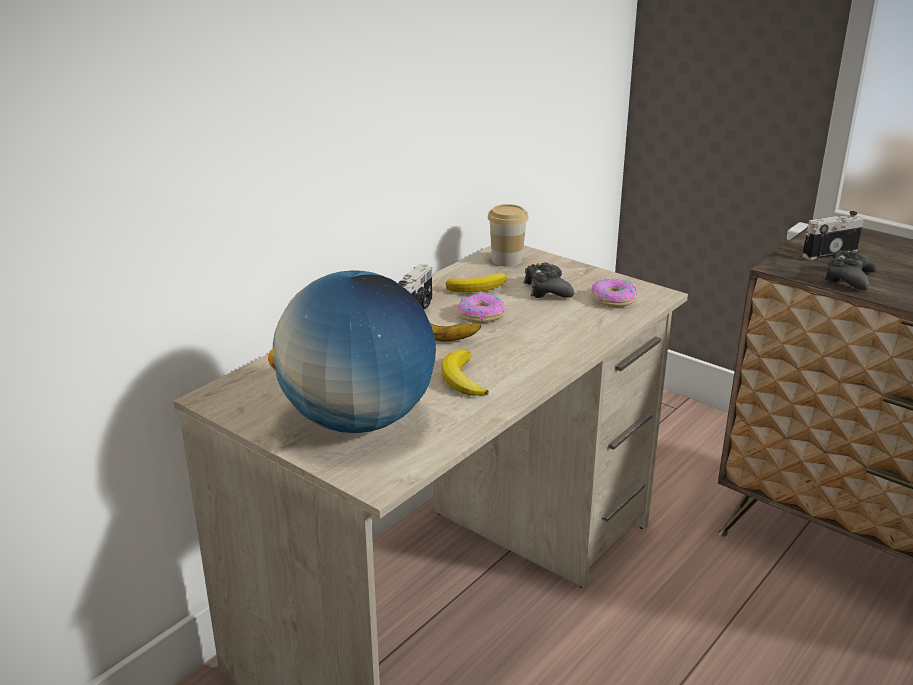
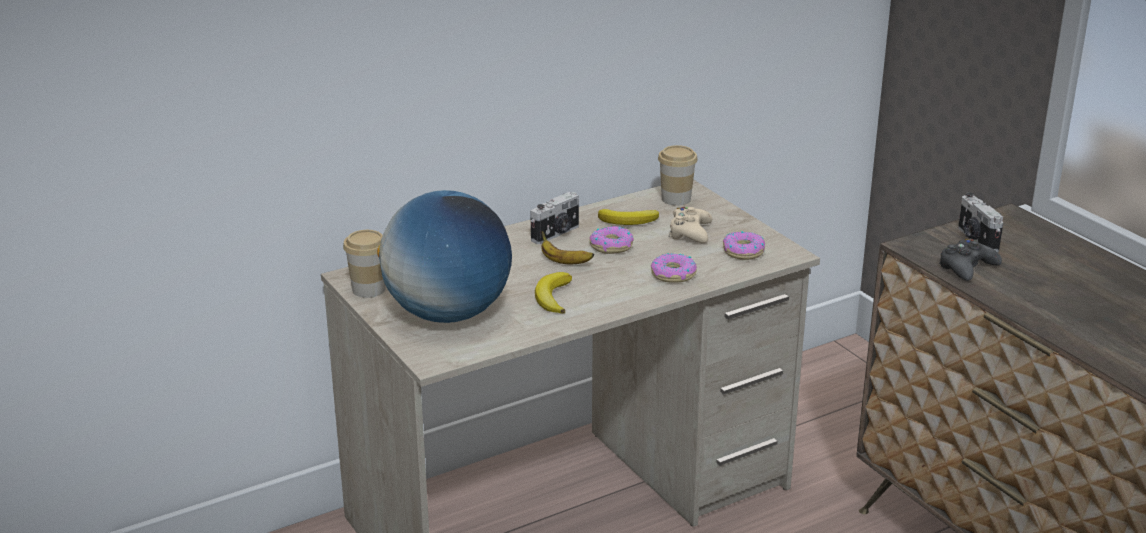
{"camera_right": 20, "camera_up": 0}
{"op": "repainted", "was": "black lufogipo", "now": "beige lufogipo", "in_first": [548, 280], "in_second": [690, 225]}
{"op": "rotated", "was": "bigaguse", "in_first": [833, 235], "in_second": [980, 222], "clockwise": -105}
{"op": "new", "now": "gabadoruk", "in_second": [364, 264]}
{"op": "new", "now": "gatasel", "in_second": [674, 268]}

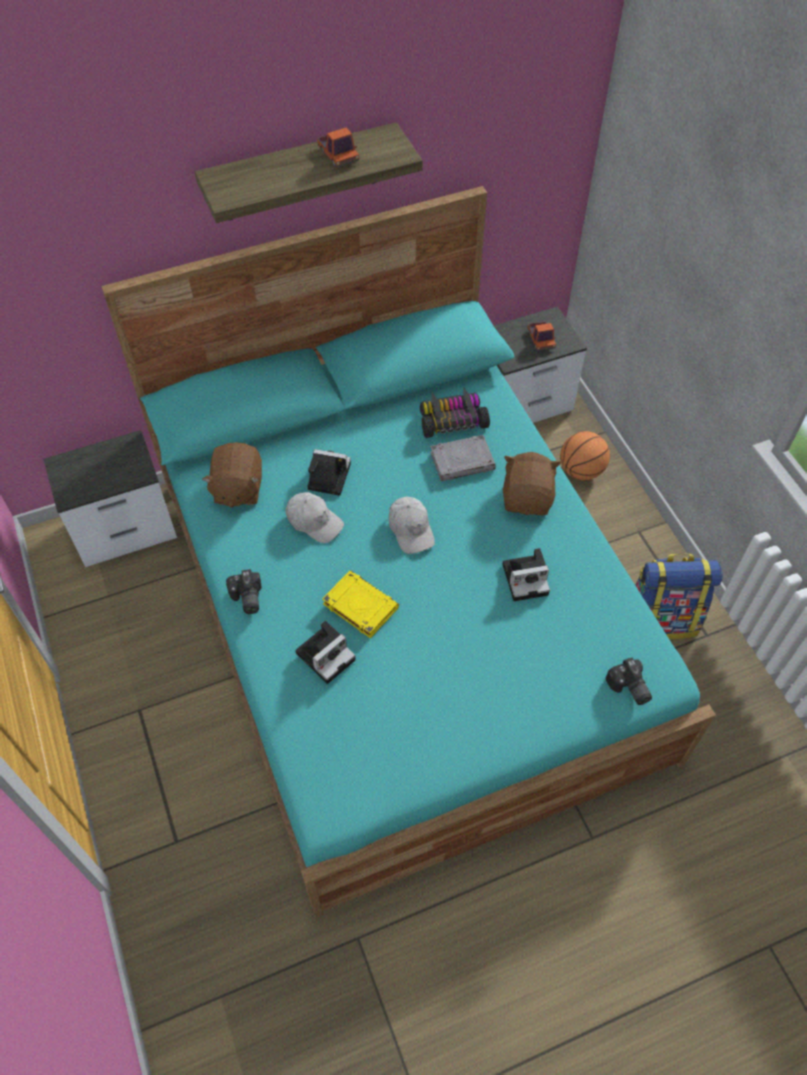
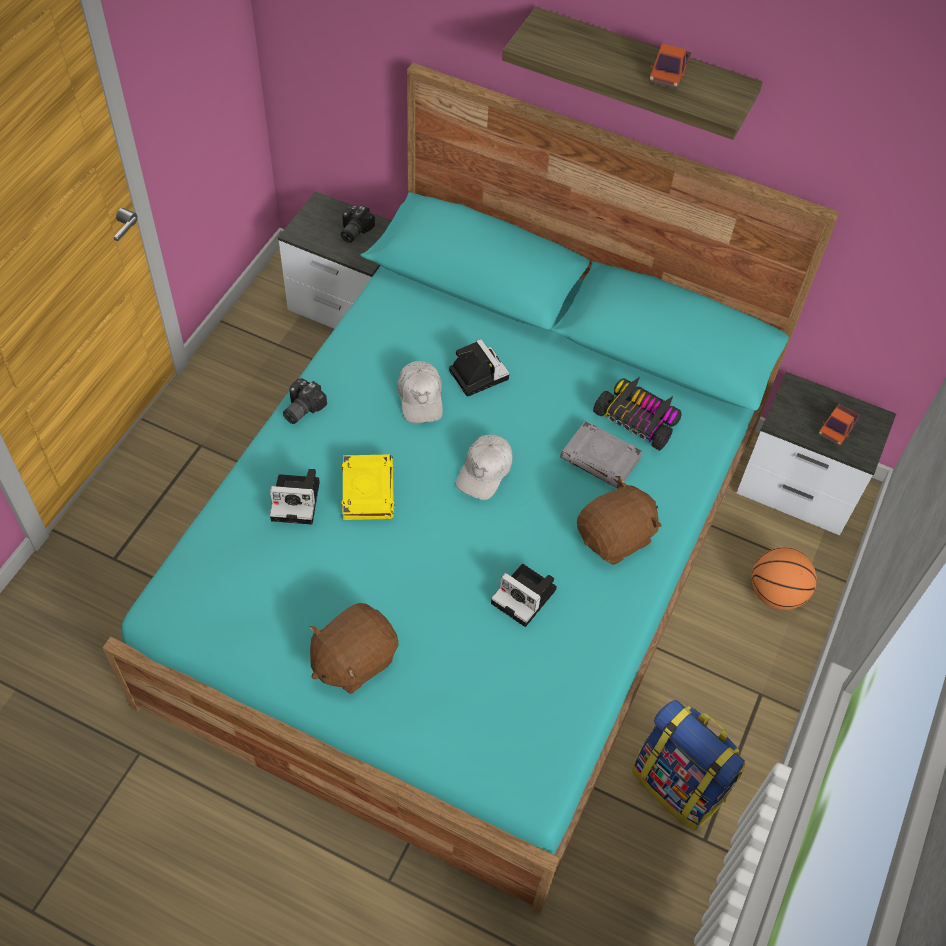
{"camera_right": 45, "camera_up": 0}
{"op": "shifted", "was": "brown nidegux", "in_first": [232, 475], "in_second": [354, 648]}
{"op": "shifted", "was": "bigaguse", "in_first": [629, 681], "in_second": [358, 224]}

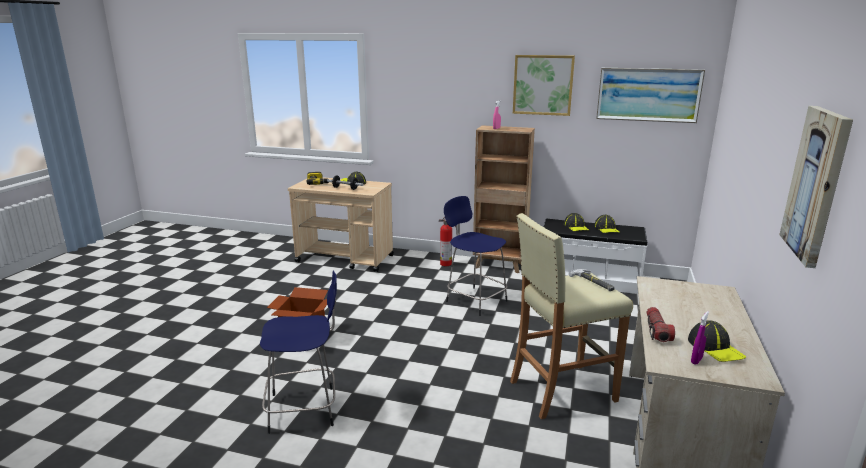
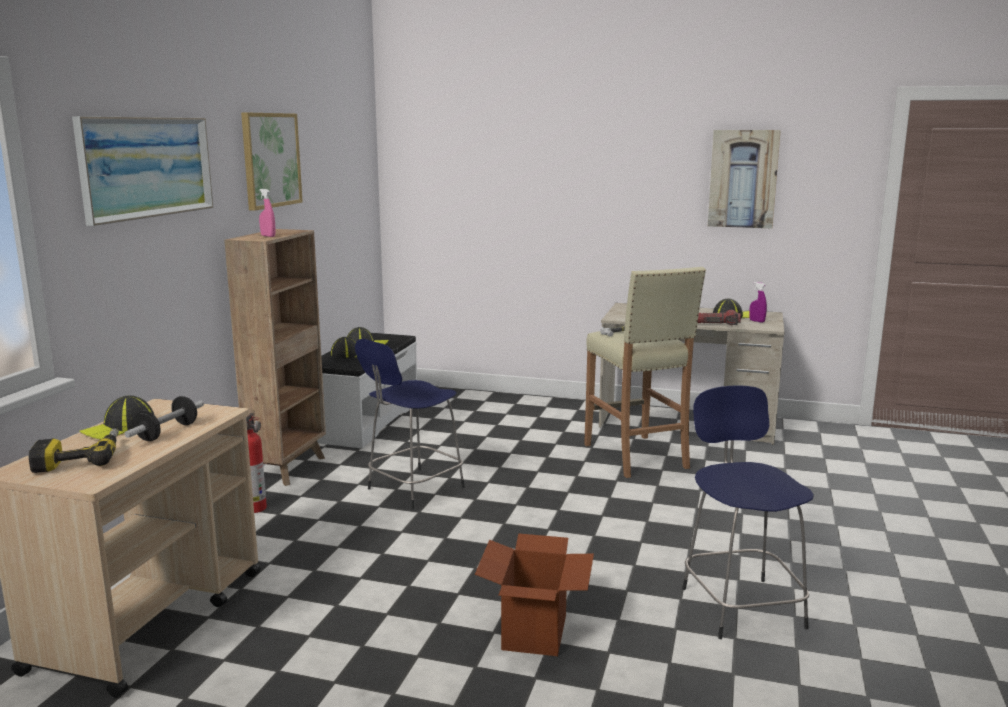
{"camera_right": -90, "camera_up": -5}
{"op": "shifted", "was": "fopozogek", "in_first": [650, 95], "in_second": [143, 171]}

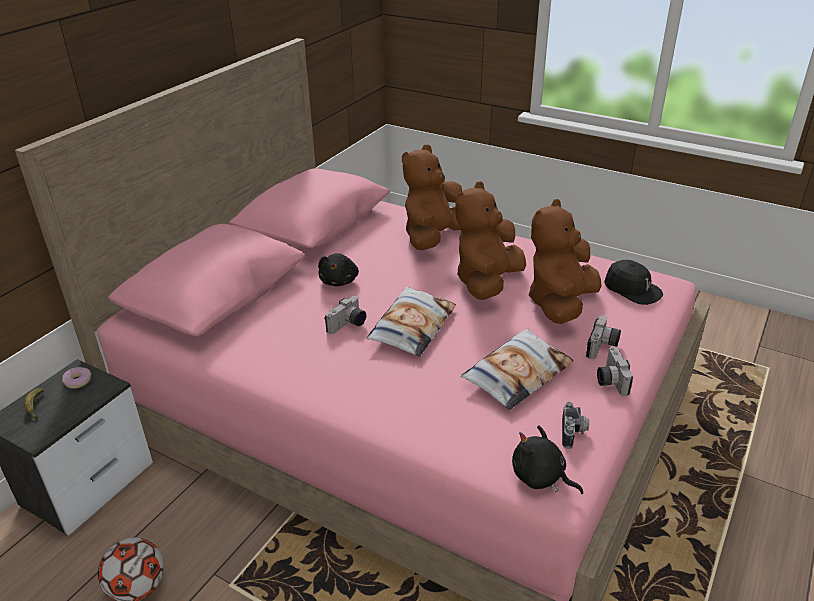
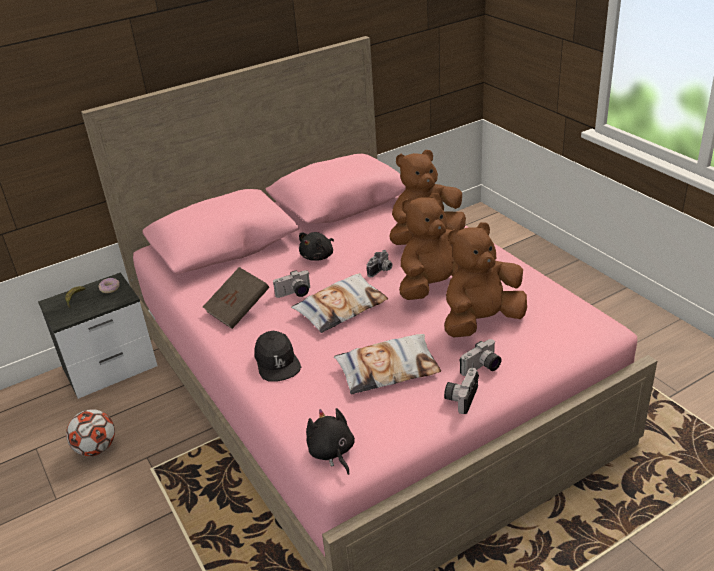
{"camera_right": 30, "camera_up": 0}
{"op": "shifted", "was": "bigaguse", "in_first": [575, 425], "in_second": [379, 263]}
{"op": "shifted", "was": "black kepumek", "in_first": [633, 282], "in_second": [277, 356]}
{"op": "new", "now": "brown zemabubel", "in_second": [236, 298]}

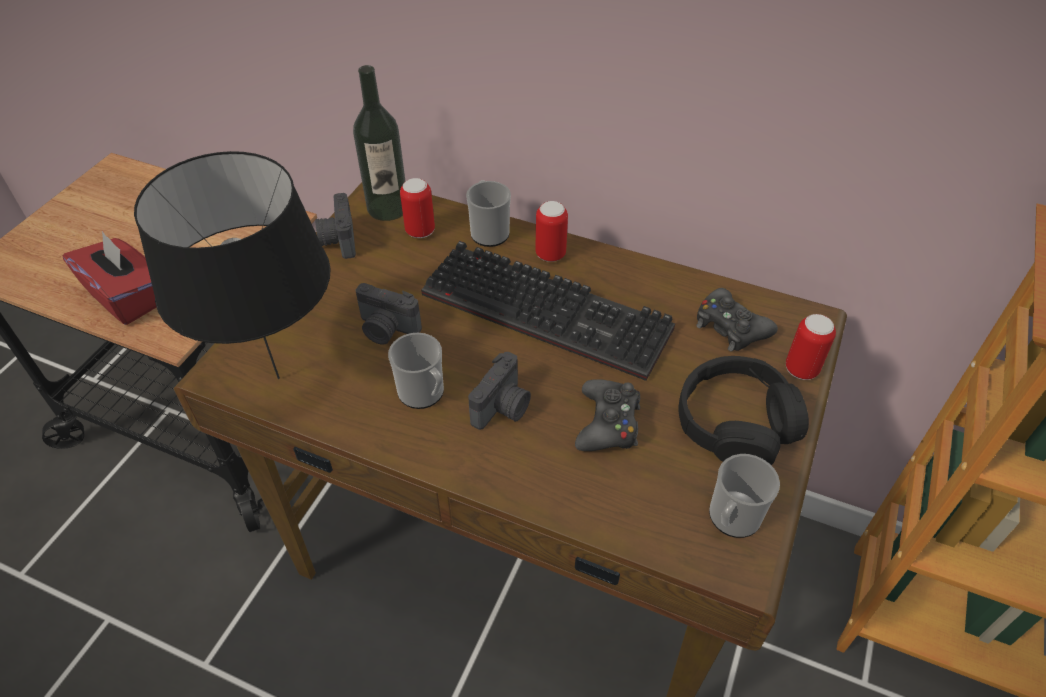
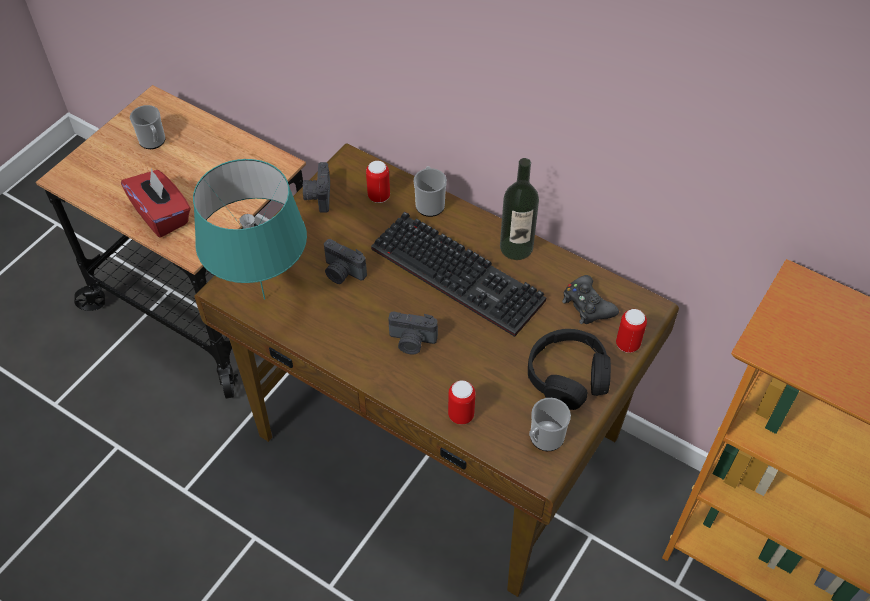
{"camera_right": 10, "camera_up": 5}
{"op": "repainted", "was": "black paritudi", "now": "turquoise paritudi", "in_first": [232, 265], "in_second": [250, 229]}
{"op": "shifted", "was": "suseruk", "in_first": [379, 143], "in_second": [519, 209]}
{"op": "shifted", "was": "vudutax", "in_first": [416, 371], "in_second": [147, 127]}
{"op": "rotated", "was": "bigaguse", "in_first": [499, 391], "in_second": [413, 333], "clockwise": 60}
{"op": "shifted", "was": "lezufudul", "in_first": [551, 231], "in_second": [462, 402]}
{"op": "gone", "was": "black lufogipo", "in_first": [607, 415]}

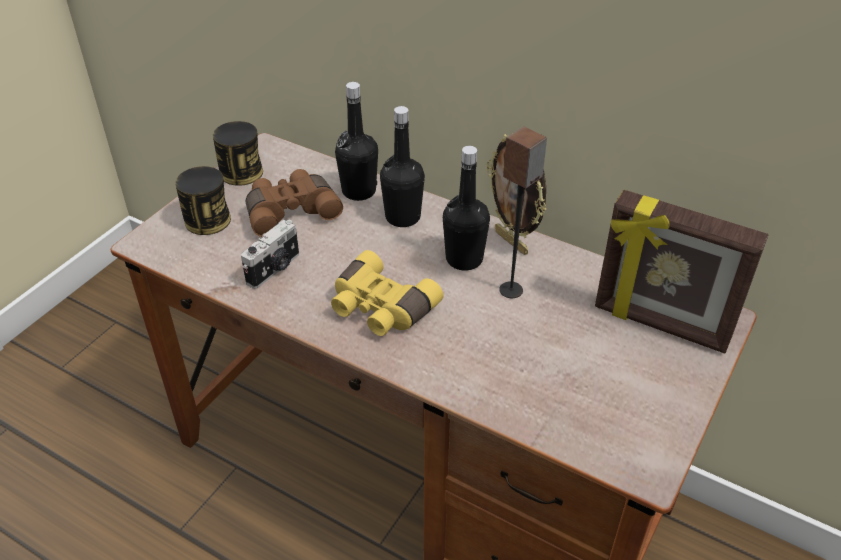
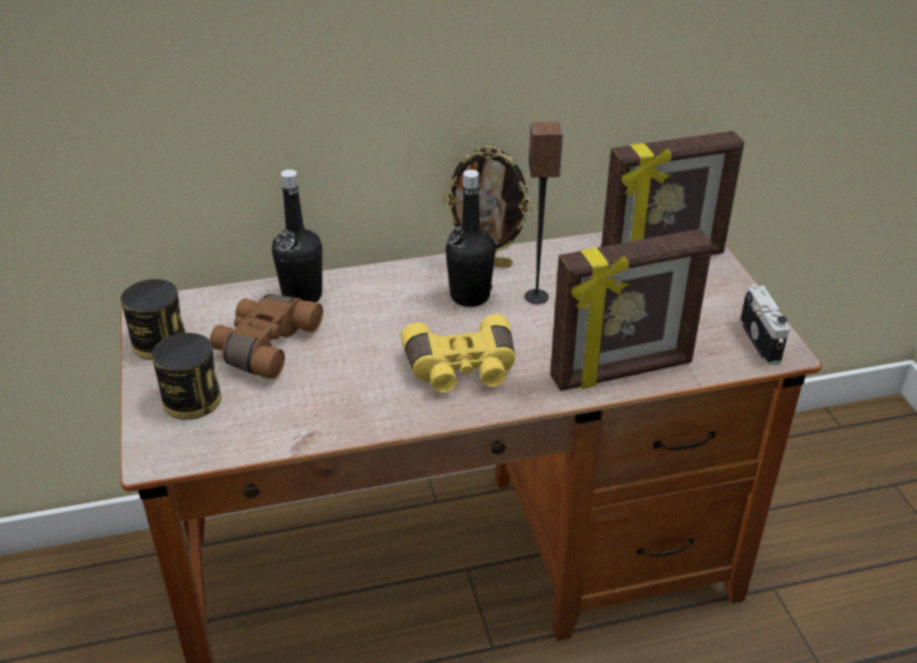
{"camera_right": -45, "camera_up": -5}
{"op": "shifted", "was": "bigaguse", "in_first": [270, 254], "in_second": [765, 324]}
{"op": "gone", "was": "black suseruk", "in_first": [402, 166]}
{"op": "new", "now": "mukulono", "in_second": [631, 310]}

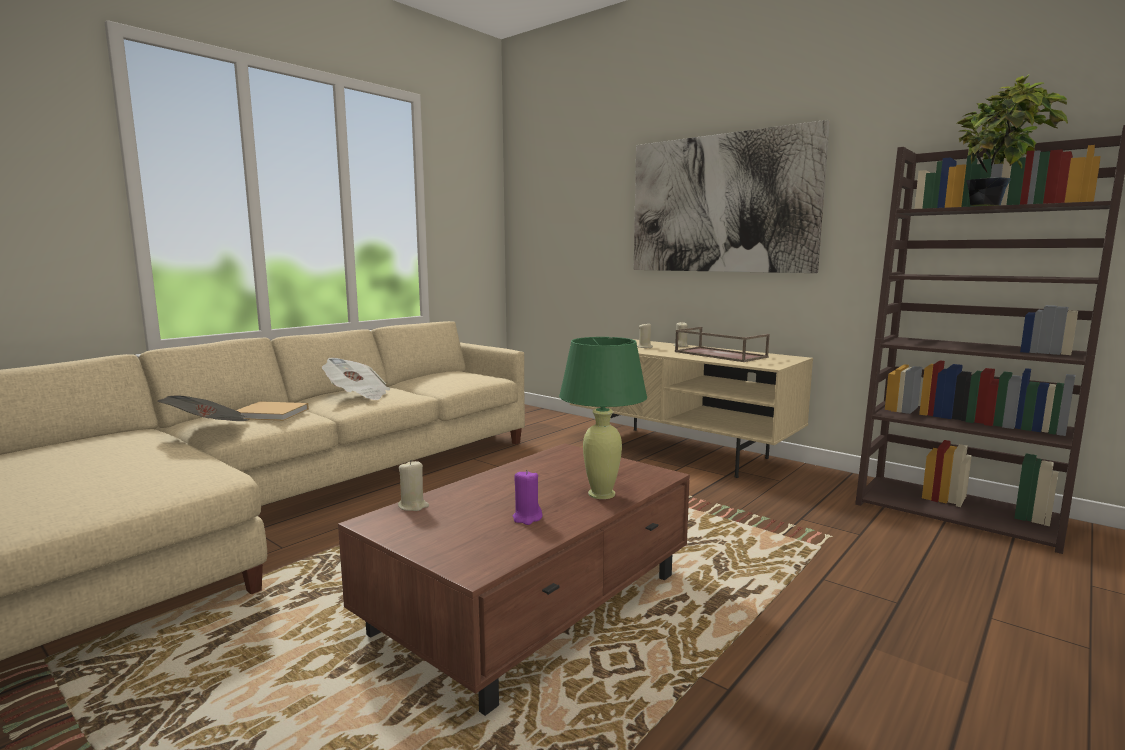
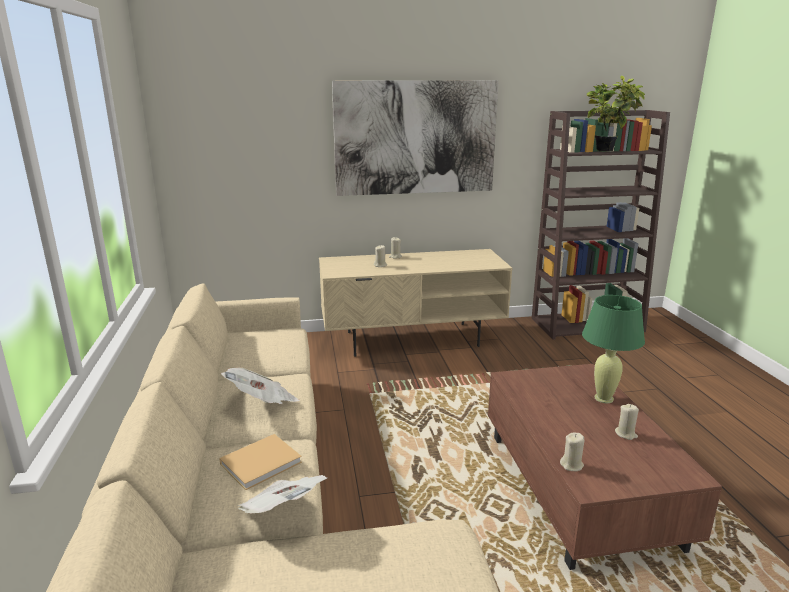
{"camera_right": -50, "camera_up": 10}
{"op": "repainted", "was": "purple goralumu", "now": "beige goralumu", "in_first": [528, 497], "in_second": [627, 422]}
{"op": "gone", "was": "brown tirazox", "in_first": [722, 344]}

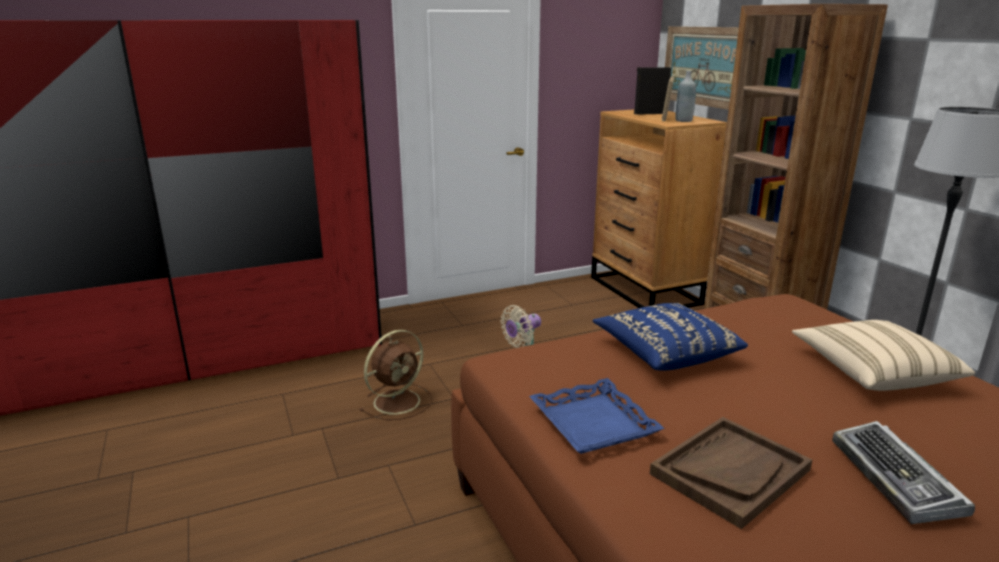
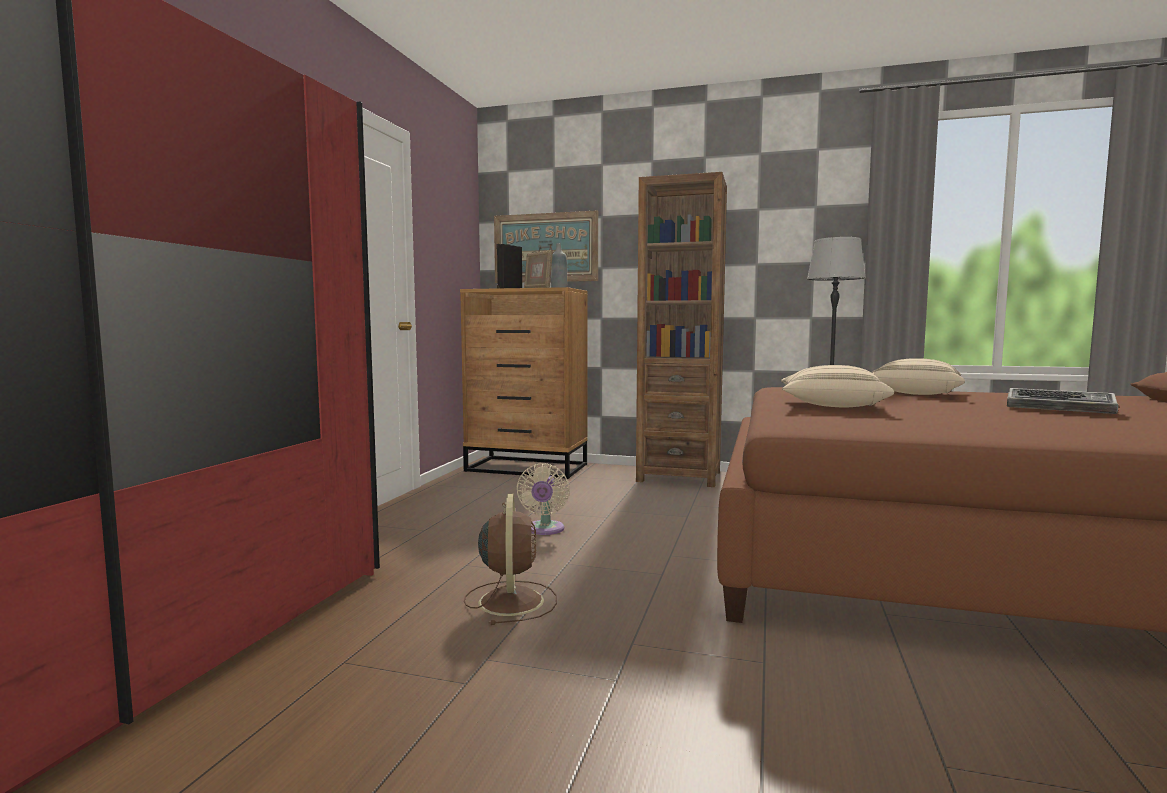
{"camera_right": -50, "camera_up": -15}
{"op": "gone", "was": "blue tirazox", "in_first": [597, 416]}
{"op": "repainted", "was": "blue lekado", "now": "beige lekado", "in_first": [670, 337], "in_second": [837, 386]}
{"op": "gone", "was": "brown tirazox", "in_first": [731, 473]}

